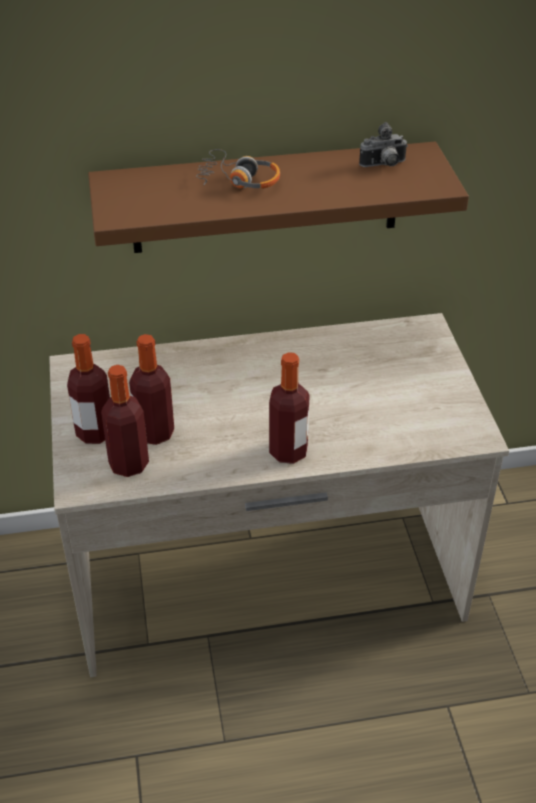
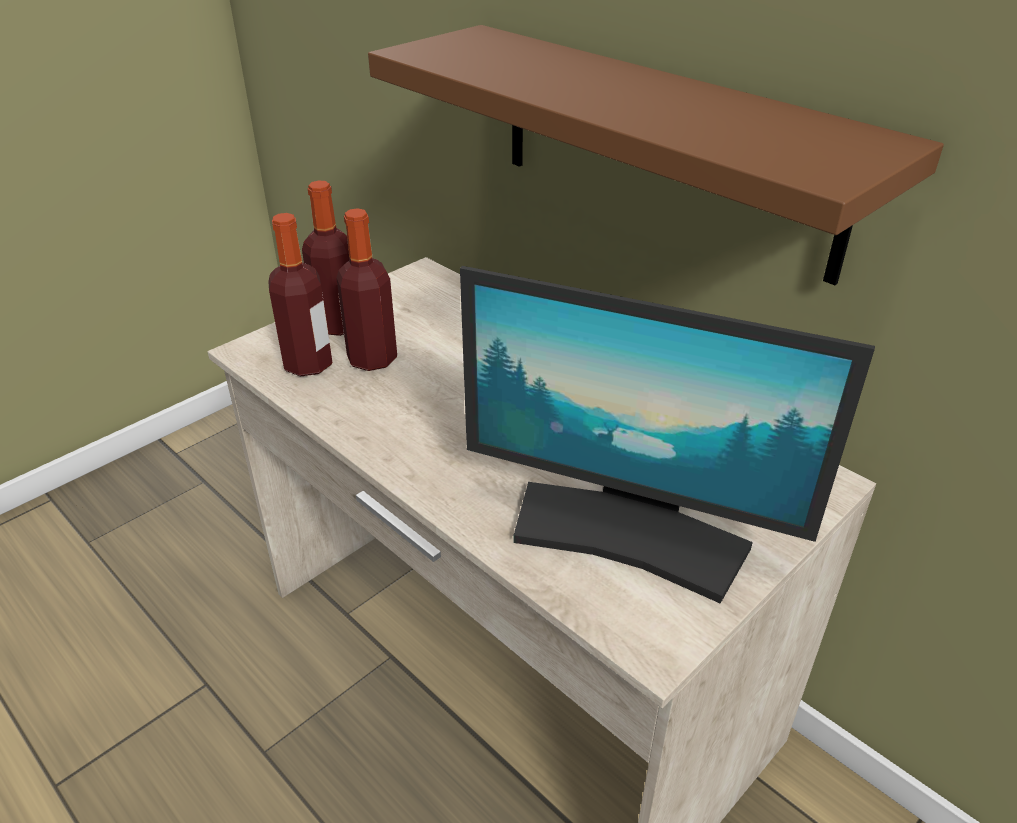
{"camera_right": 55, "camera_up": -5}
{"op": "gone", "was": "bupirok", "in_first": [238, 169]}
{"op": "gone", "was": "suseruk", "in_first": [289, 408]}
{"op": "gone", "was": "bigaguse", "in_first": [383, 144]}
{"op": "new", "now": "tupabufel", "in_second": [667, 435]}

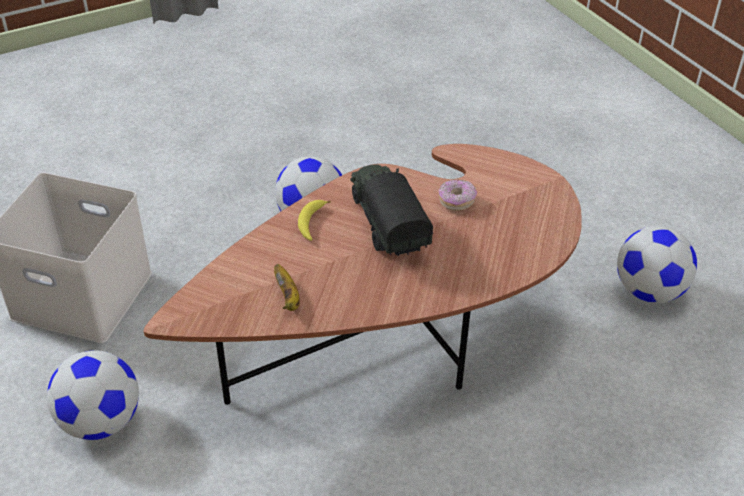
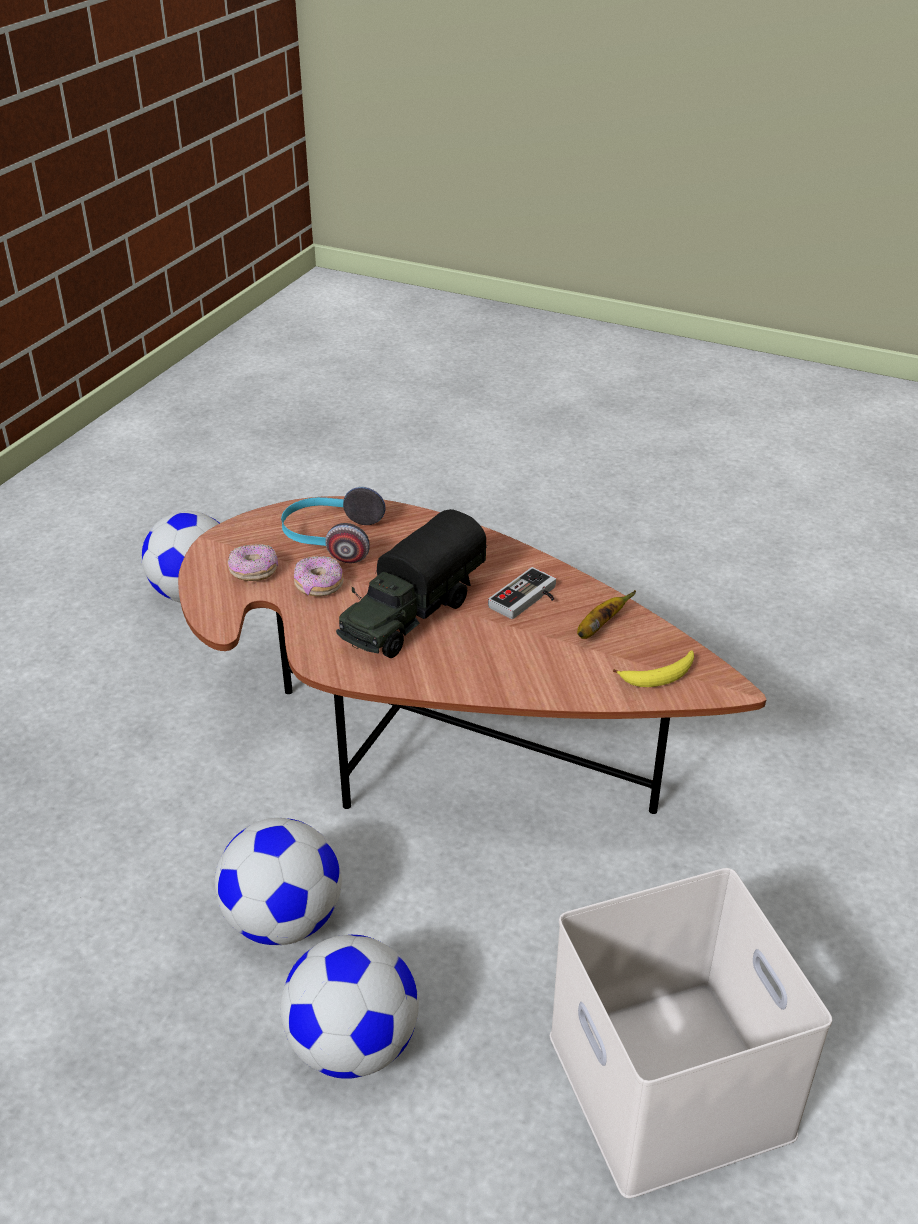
{"camera_right": -125, "camera_up": -5}
{"op": "shifted", "was": "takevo", "in_first": [93, 395], "in_second": [349, 1007]}
{"op": "shifted", "was": "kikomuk", "in_first": [314, 220], "in_second": [653, 668]}
{"op": "new", "now": "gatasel", "in_second": [252, 562]}
{"op": "new", "now": "bupirok", "in_second": [333, 525]}
{"op": "new", "now": "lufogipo", "in_second": [522, 593]}

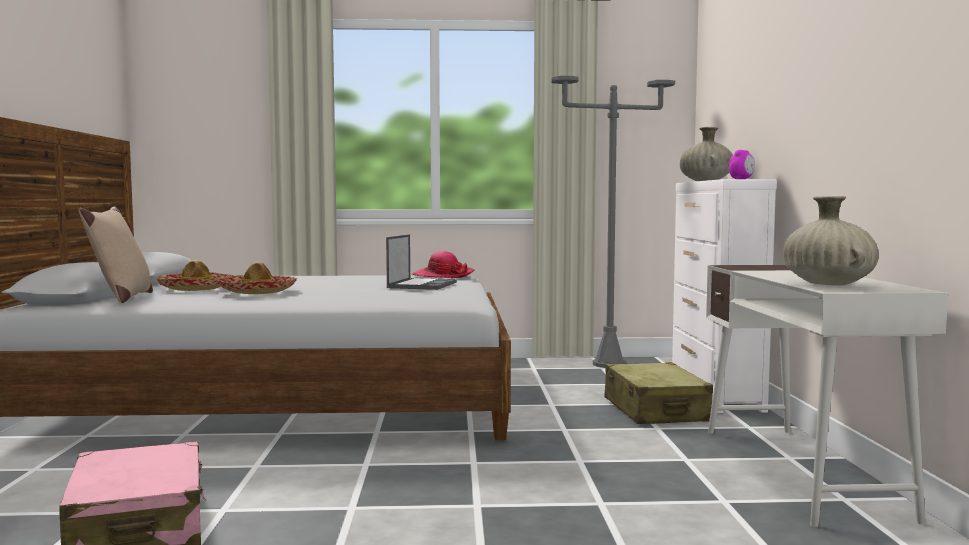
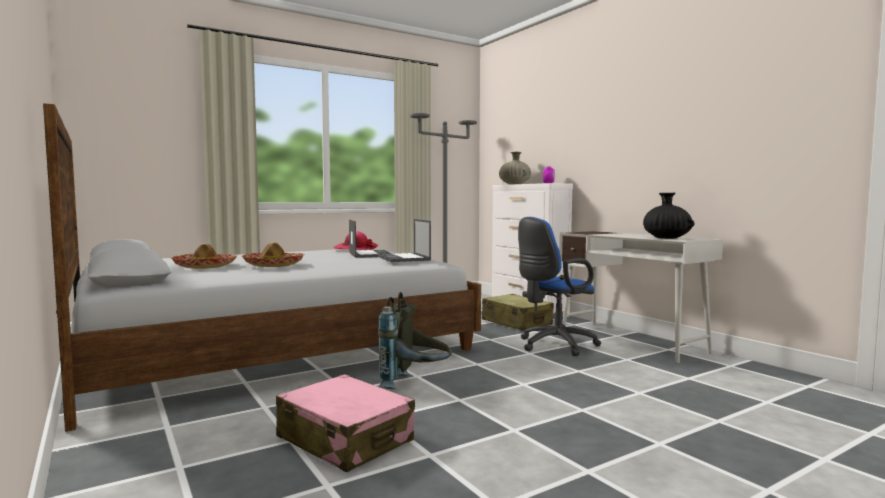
{"camera_right": -30, "camera_up": 0}
{"op": "gone", "was": "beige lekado", "in_first": [116, 255]}
{"op": "repainted", "was": "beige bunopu", "now": "black bunopu", "in_first": [831, 241], "in_second": [668, 216]}
{"op": "new", "now": "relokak", "in_second": [404, 240]}
{"op": "new", "now": "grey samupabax", "in_second": [415, 340]}
{"op": "new", "now": "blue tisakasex", "in_second": [559, 286]}

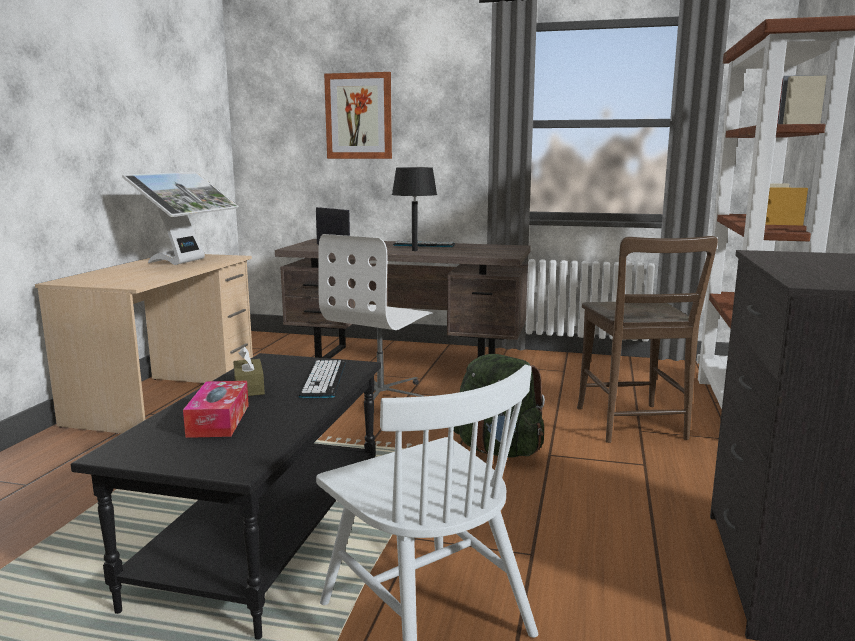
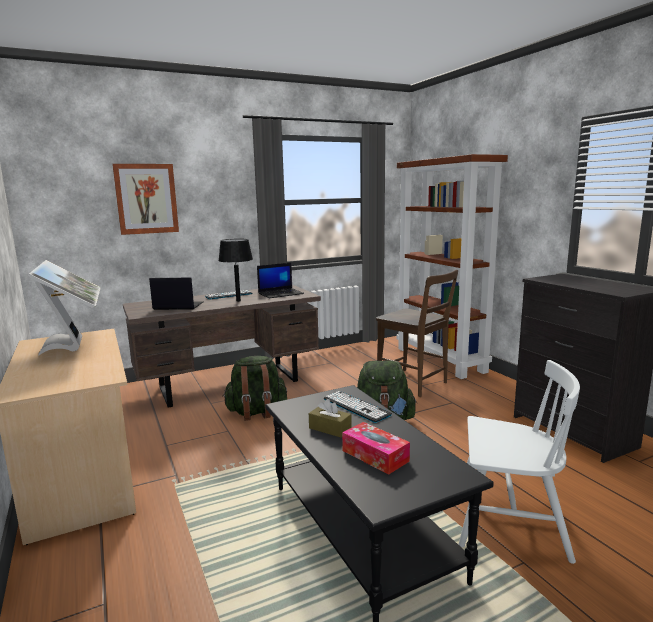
{"camera_right": -40, "camera_up": 0}
{"op": "swapped", "was": "white tisakasex", "now": "green samupabax", "in_first": [375, 317], "in_second": [254, 388]}
{"op": "new", "now": "relokak", "in_second": [280, 280]}

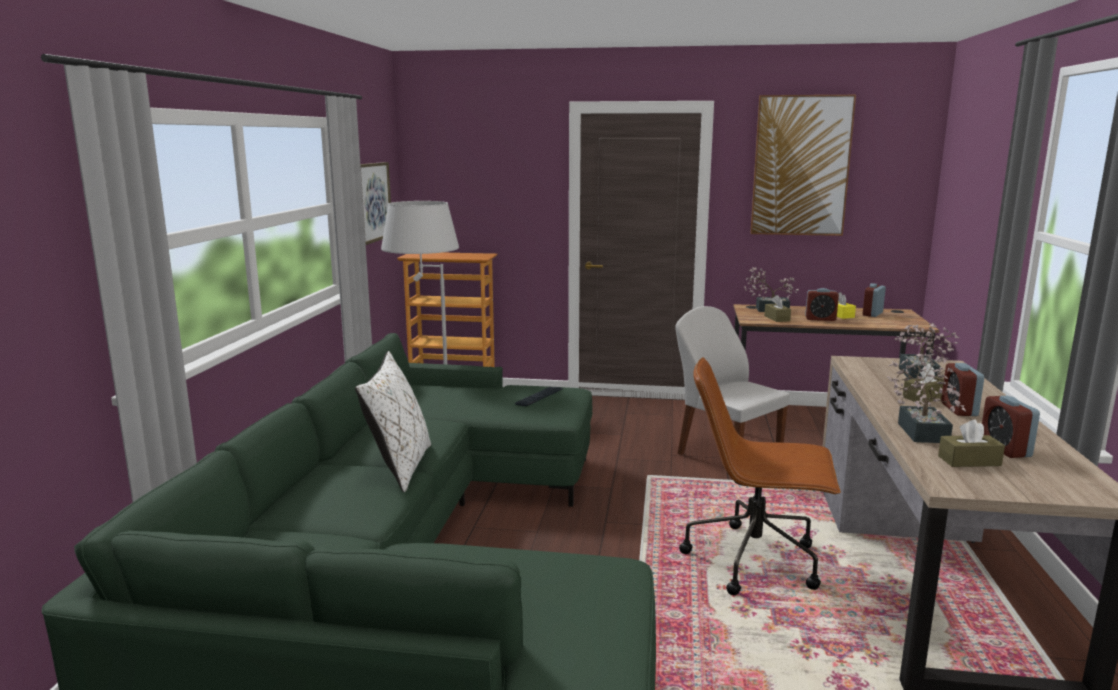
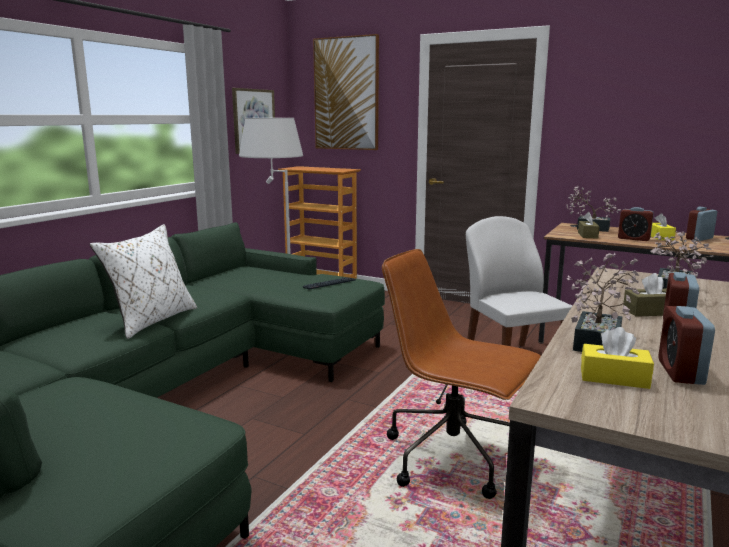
{"camera_right": 20, "camera_up": 0}
{"op": "shifted", "was": "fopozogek", "in_first": [803, 165], "in_second": [346, 92]}
{"op": "repainted", "was": "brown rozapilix", "now": "yellow rozapilix", "in_first": [971, 443], "in_second": [617, 358]}

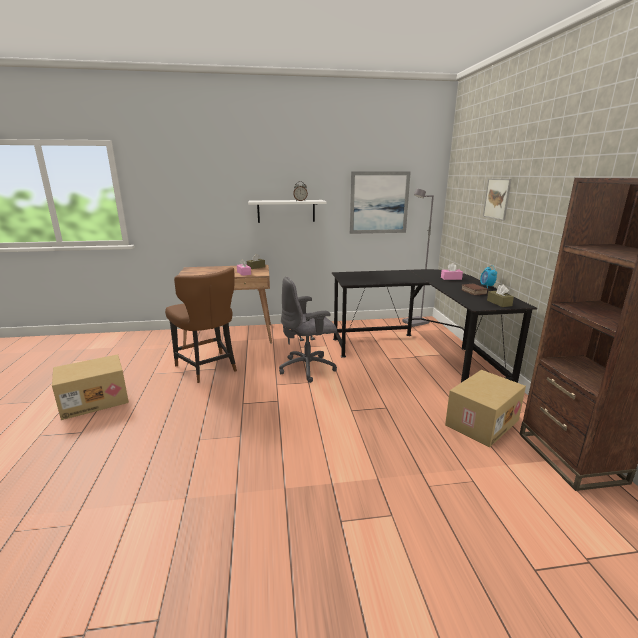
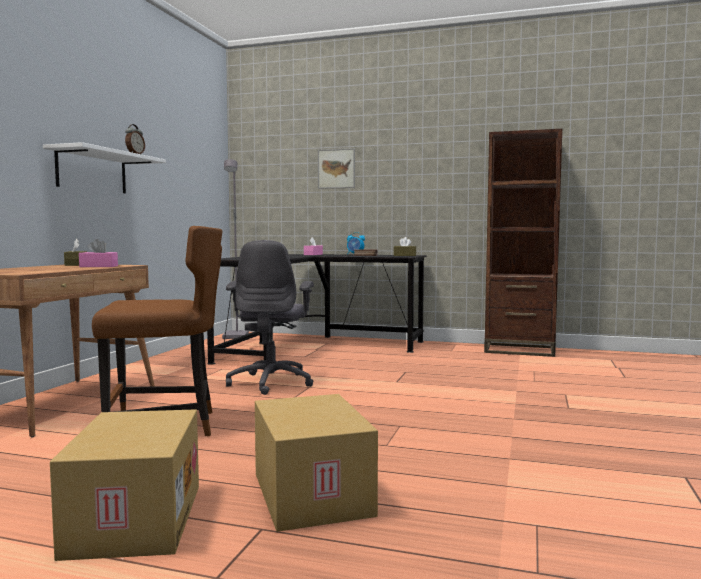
{"camera_right": -65, "camera_up": -15}
{"op": "gone", "was": "fopozogek", "in_first": [380, 202]}
{"op": "shifted", "was": "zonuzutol", "in_first": [485, 408], "in_second": [316, 463]}

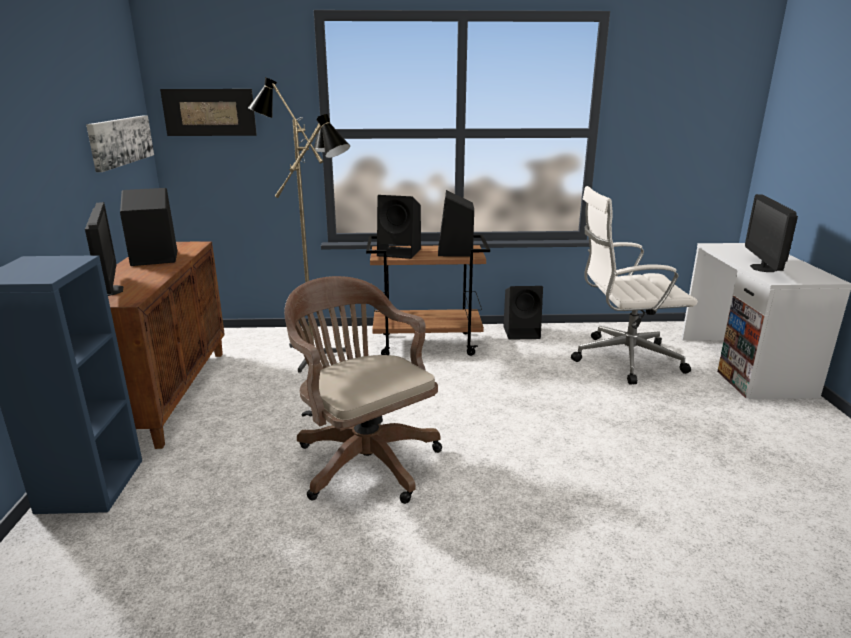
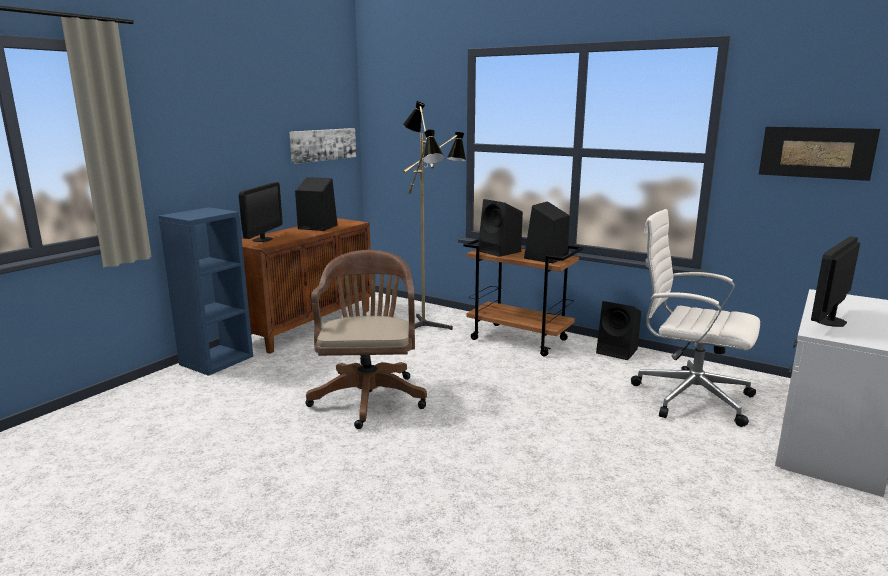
{"camera_right": 35, "camera_up": -5}
{"op": "shifted", "was": "fopozogek", "in_first": [208, 112], "in_second": [819, 154]}

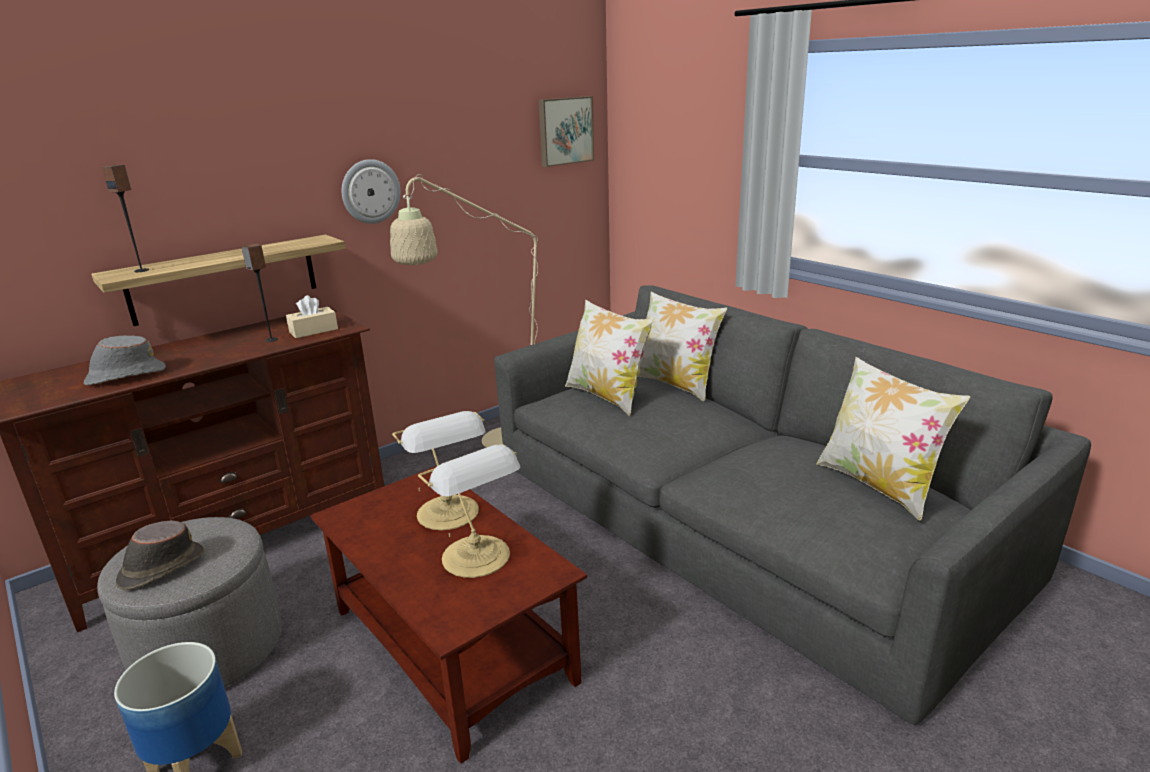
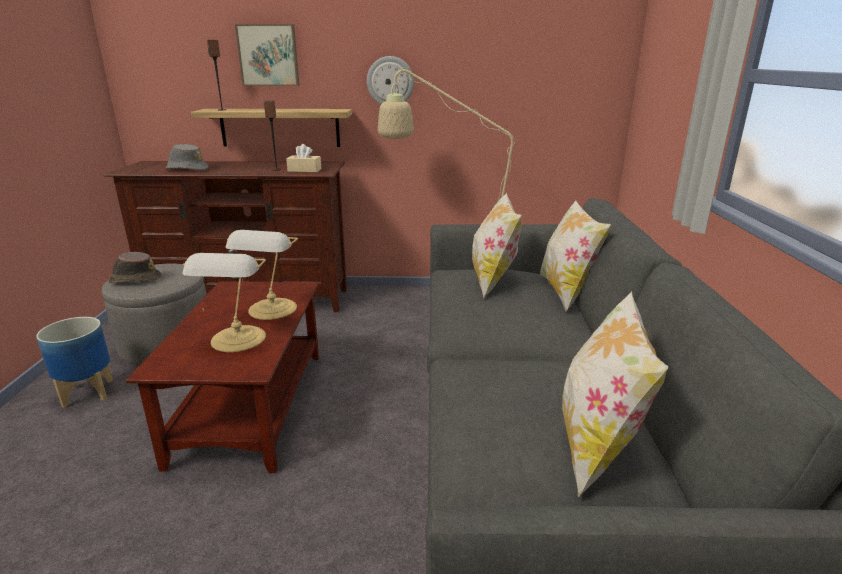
{"camera_right": 40, "camera_up": 0}
{"op": "shifted", "was": "fopozogek", "in_first": [566, 131], "in_second": [267, 55]}

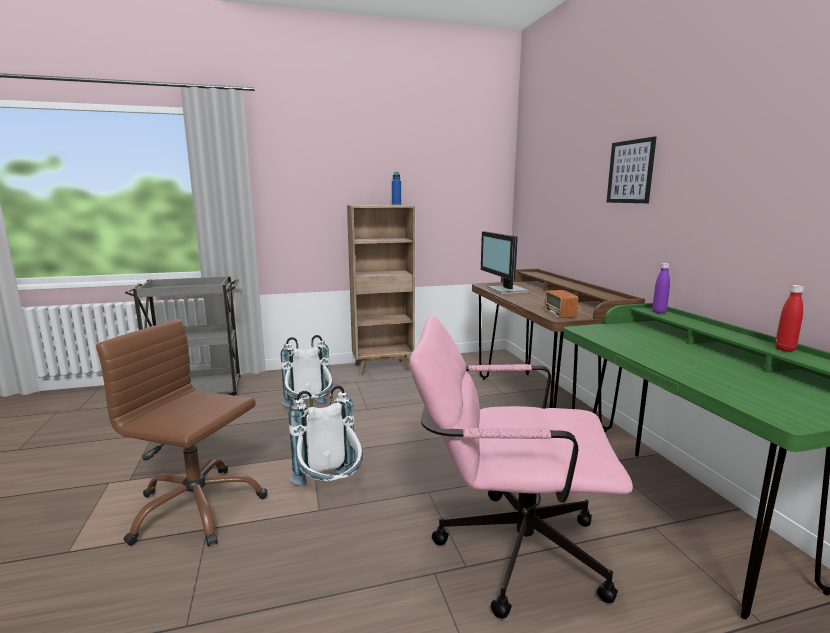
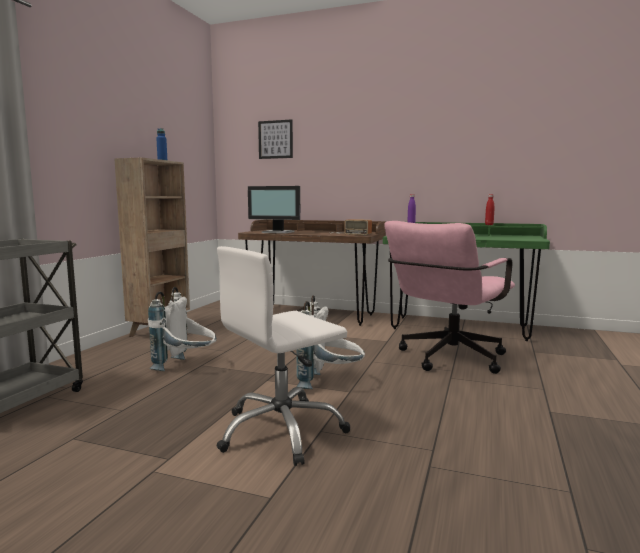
{"camera_right": -55, "camera_up": -5}
{"op": "repainted", "was": "brown tisakasex", "now": "white tisakasex", "in_first": [181, 433], "in_second": [283, 356]}
{"op": "shifted", "was": "fopozogek", "in_first": [631, 169], "in_second": [275, 139]}

